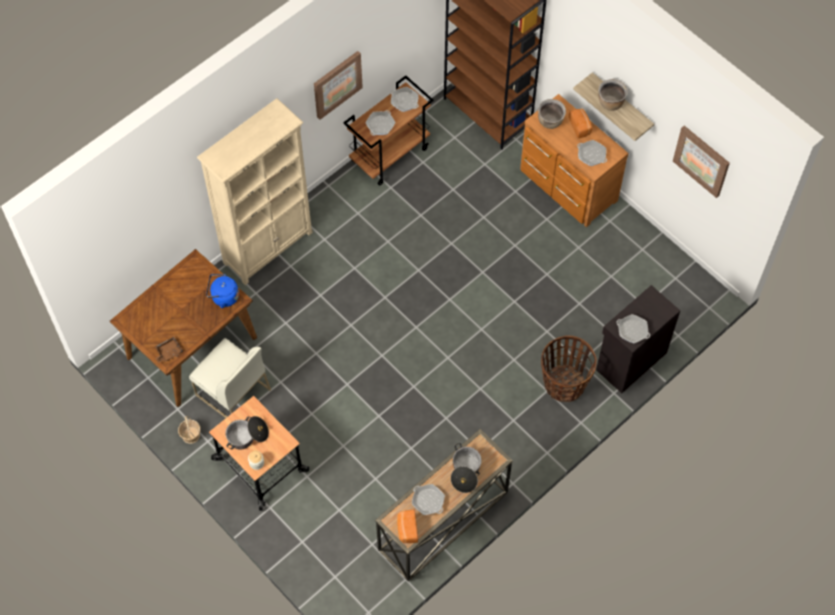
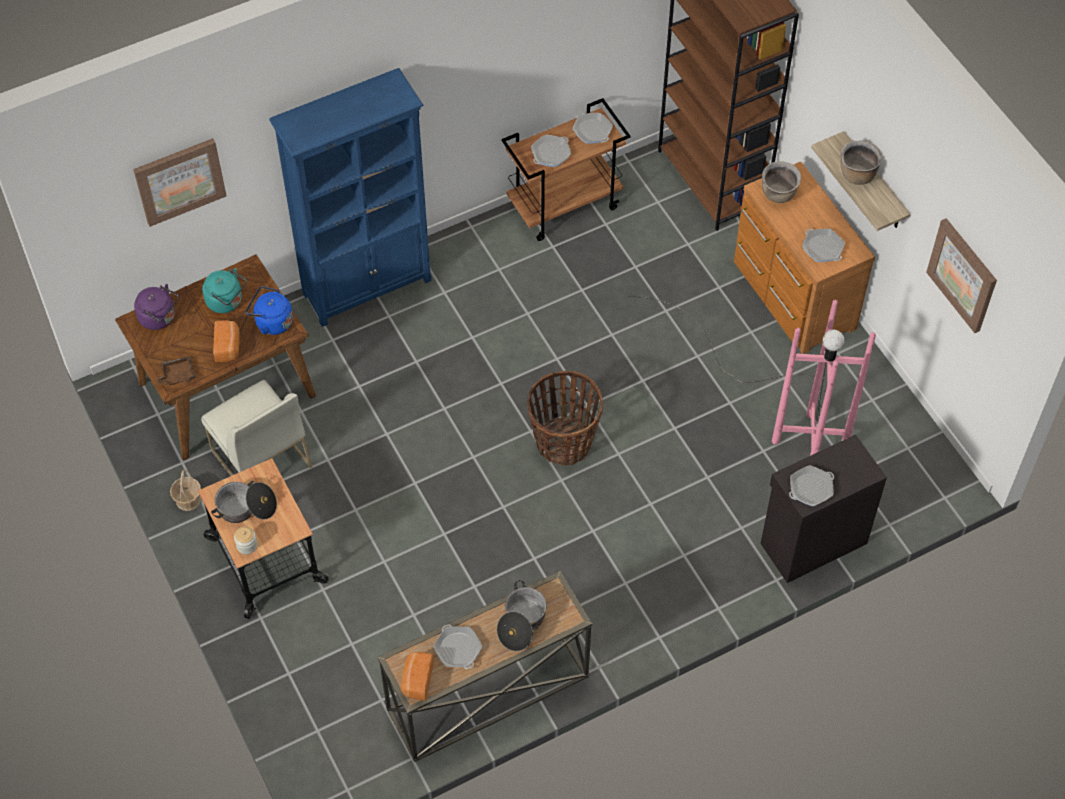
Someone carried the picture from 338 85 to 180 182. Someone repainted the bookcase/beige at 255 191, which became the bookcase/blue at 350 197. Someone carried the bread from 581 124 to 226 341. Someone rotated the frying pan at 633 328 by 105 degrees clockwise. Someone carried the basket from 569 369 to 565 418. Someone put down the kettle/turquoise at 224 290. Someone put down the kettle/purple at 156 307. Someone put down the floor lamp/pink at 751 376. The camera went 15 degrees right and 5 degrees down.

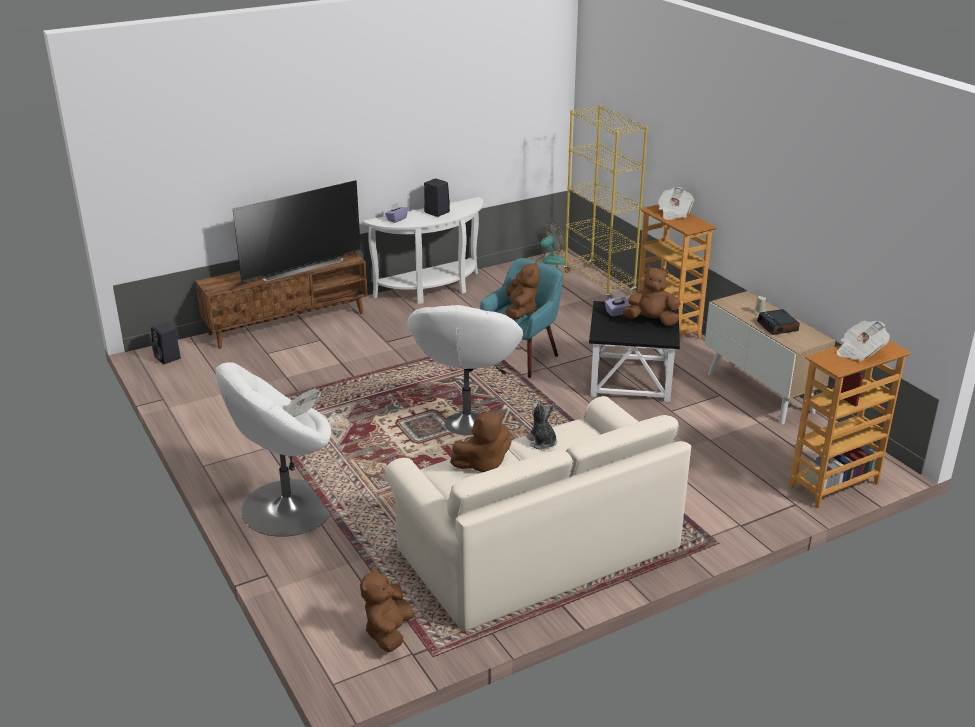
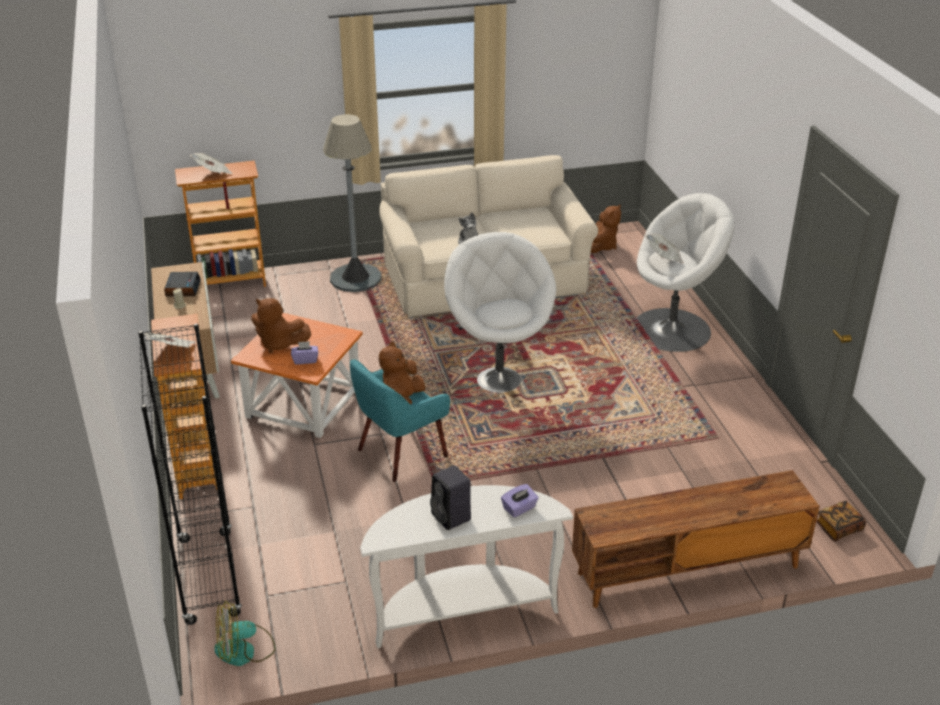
Someone repainted the bookcase/yellow at 606 202, which became the bookcase/black at 190 474. Someone took away the television at 297 231. Someone repainted the side table/black at 634 351, which became the side table/orange at 297 375. Someone rotated the armchair/white at 465 370 by 45 degrees counterclockwise. Someone swapped the speaker/black at 166 343 for the book at 841 521. Someone took away the plush toy/brown at 481 442. Someone put down the floor lamp/grey at 352 203. The camera went 165 degrees left and 5 degrees up.

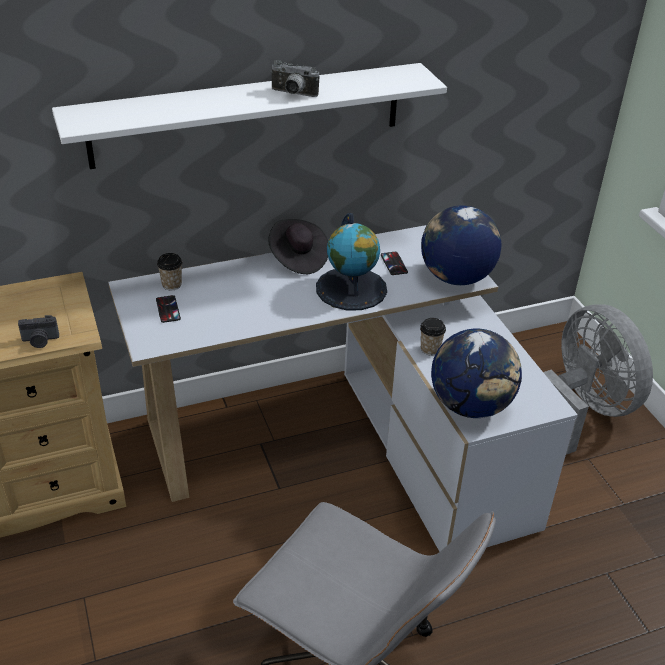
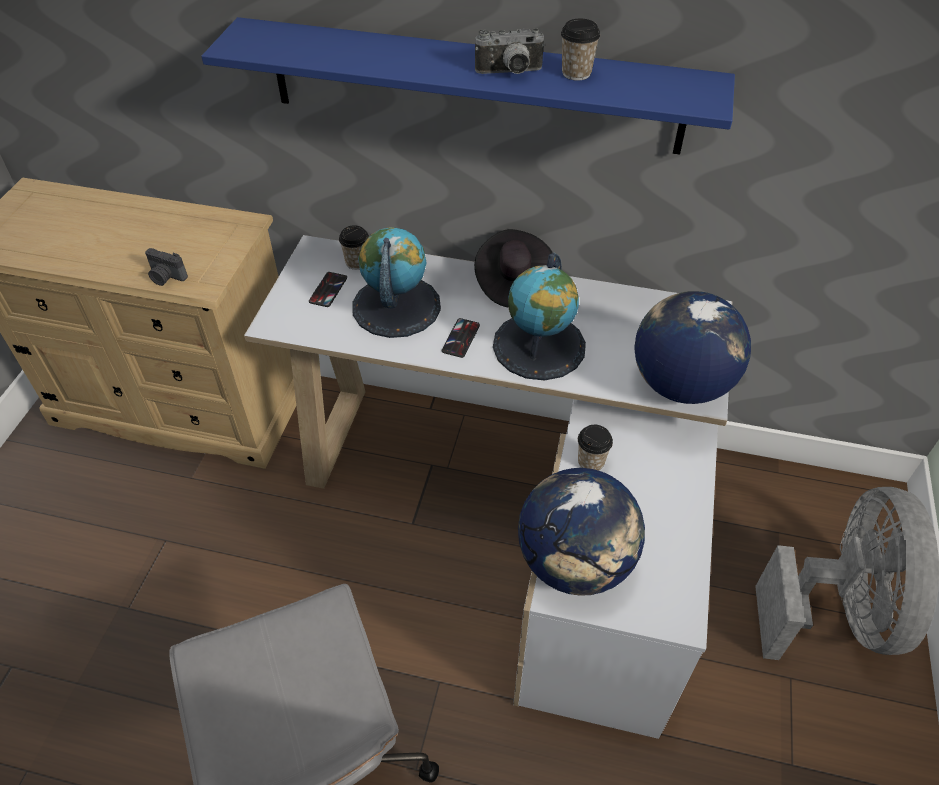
Someone rotated the photo camera at 295 78 by 60 degrees counterclockwise. Someone repainted the shelf/white at 249 116, which became the shelf/blue at 468 86. Someone carried the phone from 394 263 to 461 338. Someone put down the cup at 580 50. Someone put down the globe at 396 282. The camera went 35 degrees right and 10 degrees up.

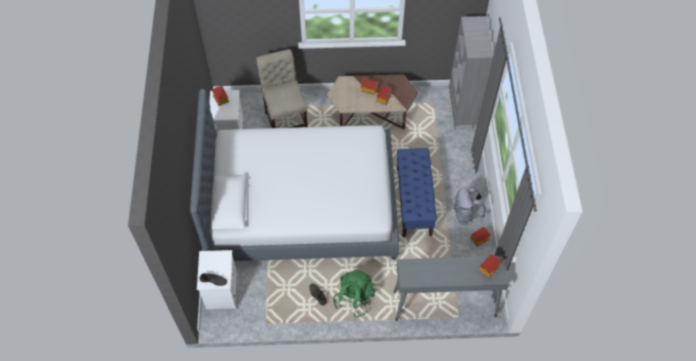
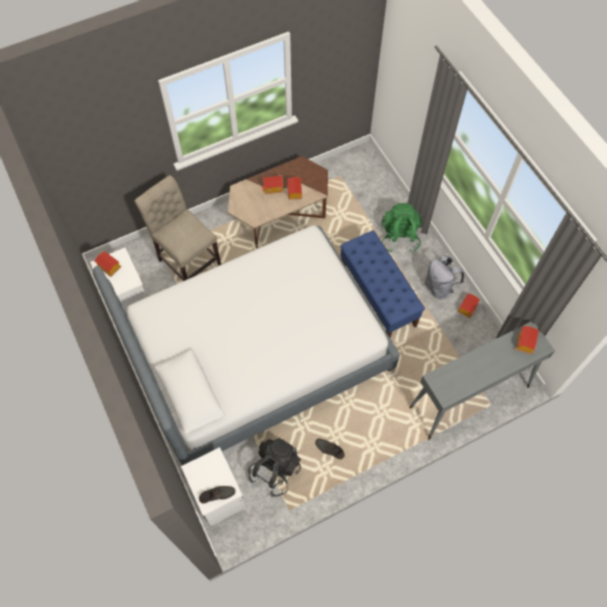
Someone took away the bookcase/grey at 471 72. Someone carried the backpack/green from 354 293 to 401 228. Someone put down the backpack/black at 274 467. The camera went 25 degrees left and 5 degrees up.

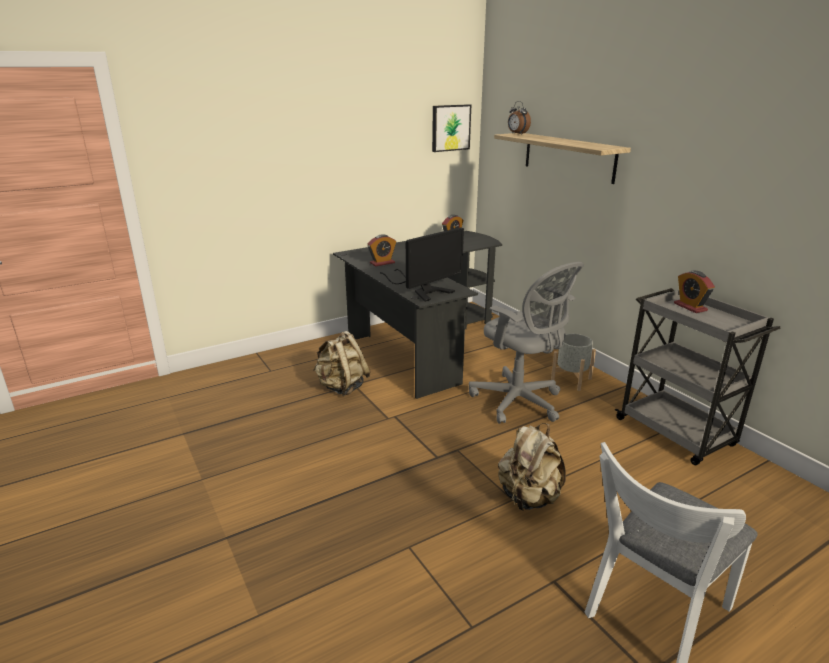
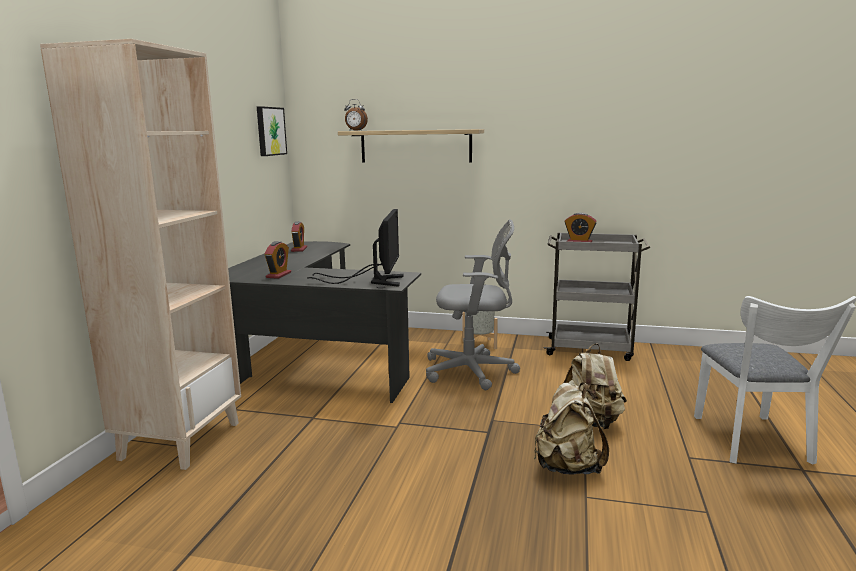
Someone carried the backpack/beige from 342 363 to 571 428. Someone put down the bookcase/beige at 140 254. The camera went 45 degrees left and 10 degrees down.

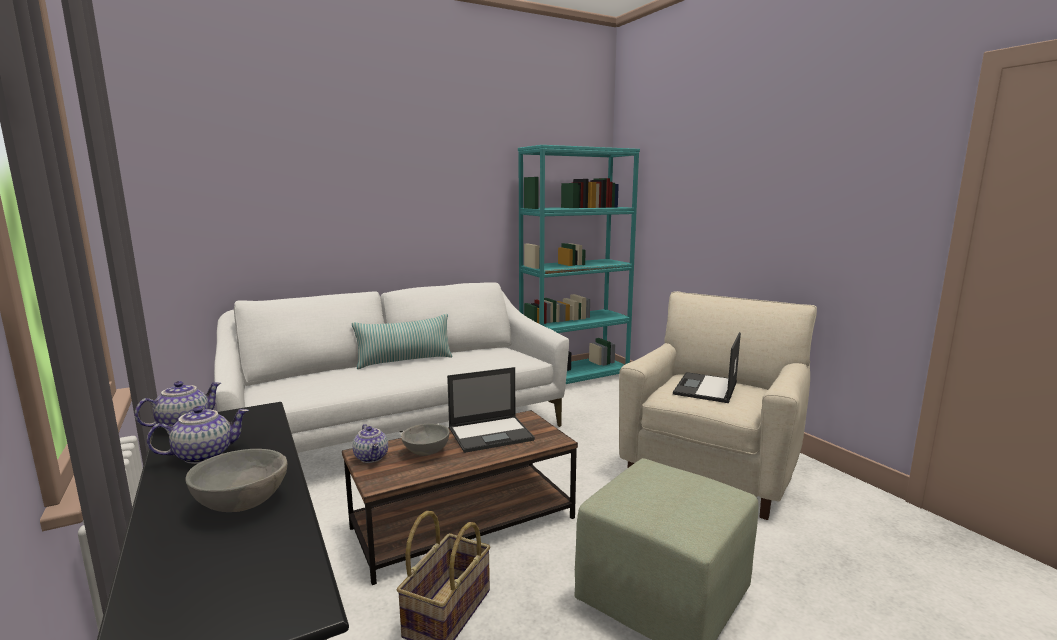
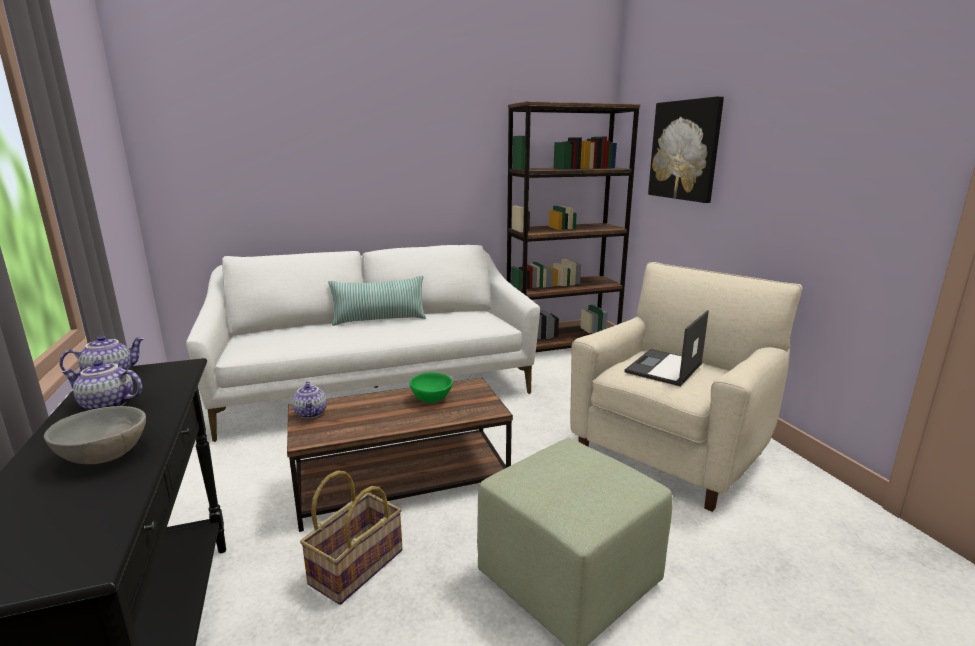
Someone repainted the bookcase/turquoise at 579 264, which became the bookcase/brown at 573 226. Someone swapped the laptop at 491 410 for the bowl/green at 431 387. Someone rotated the teapot at 198 435 by 150 degrees counterclockwise. Someone took away the bowl/grey at 425 440. Someone put up the picture at 686 149. The camera went 10 degrees right and 5 degrees up.

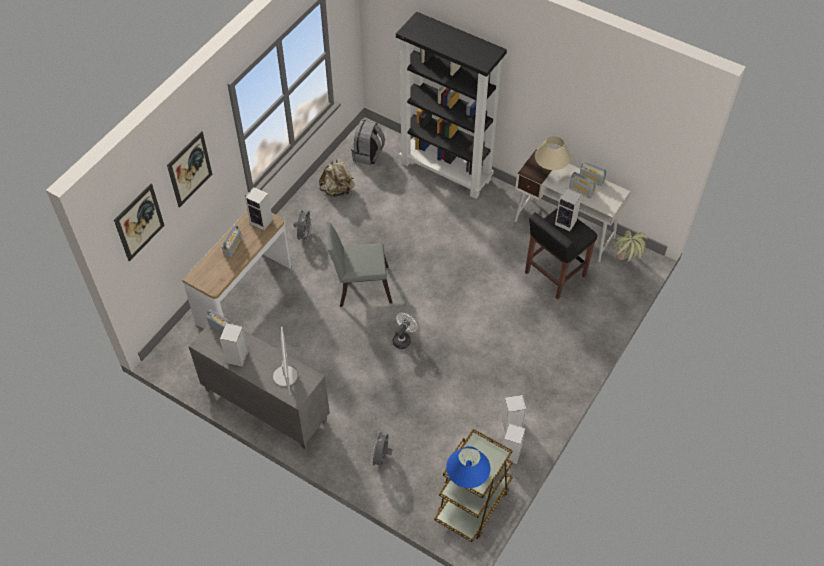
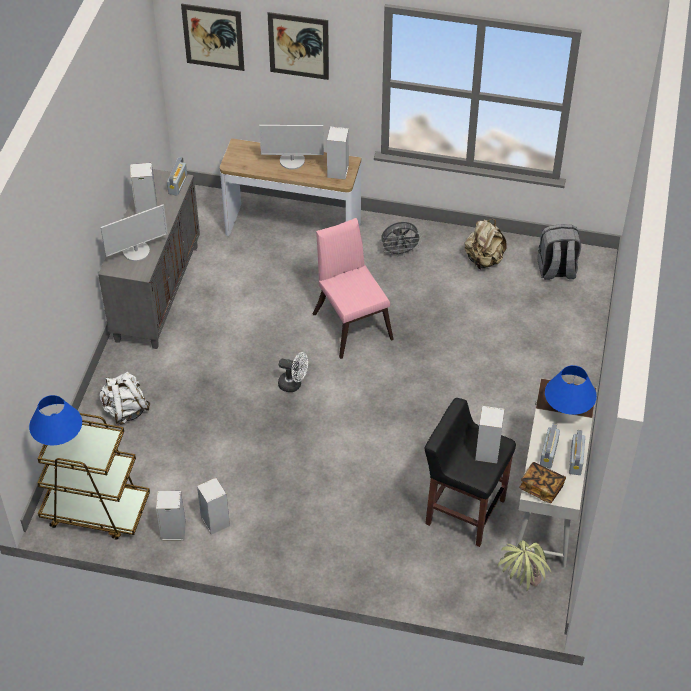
Someone took away the bookcase/black at 451 105. Someone repainted the table lamp/beige at 553 153, which became the table lamp/blue at 571 390. Someone repainted the chair/grey at 359 264, which became the chair/pink at 353 288. Someone swapped the radio at 232 241 for the monitor at 291 147. Someone swapped the fan/grey at 381 448 for the backpack/white at 124 398. Someone put down the book at 542 482. The camera went 70 degrees right and 5 degrees down.

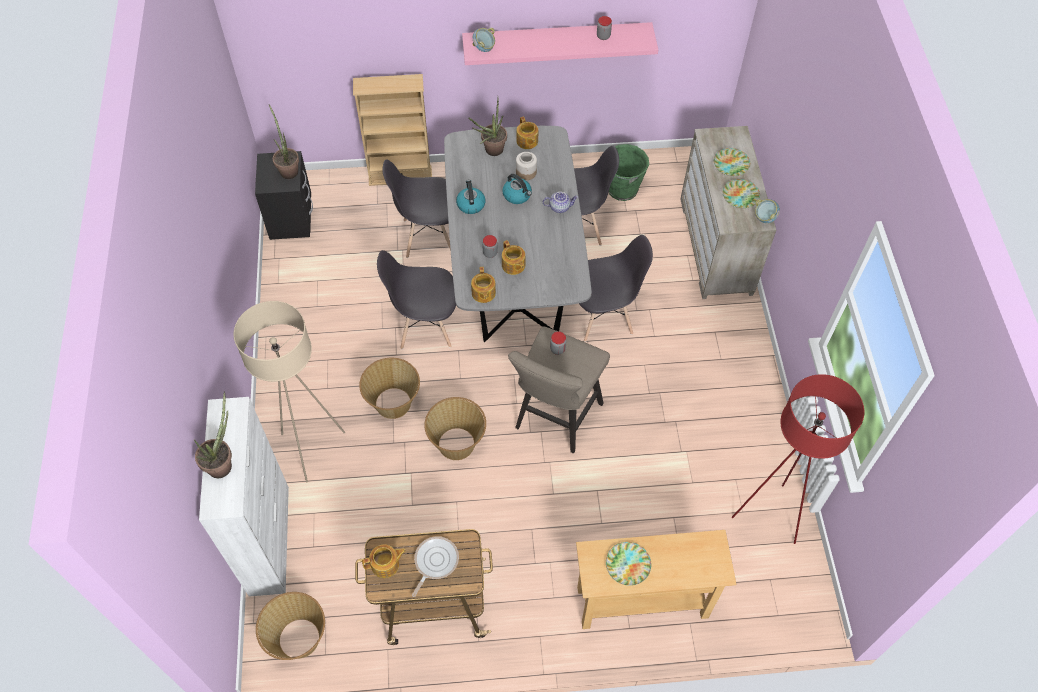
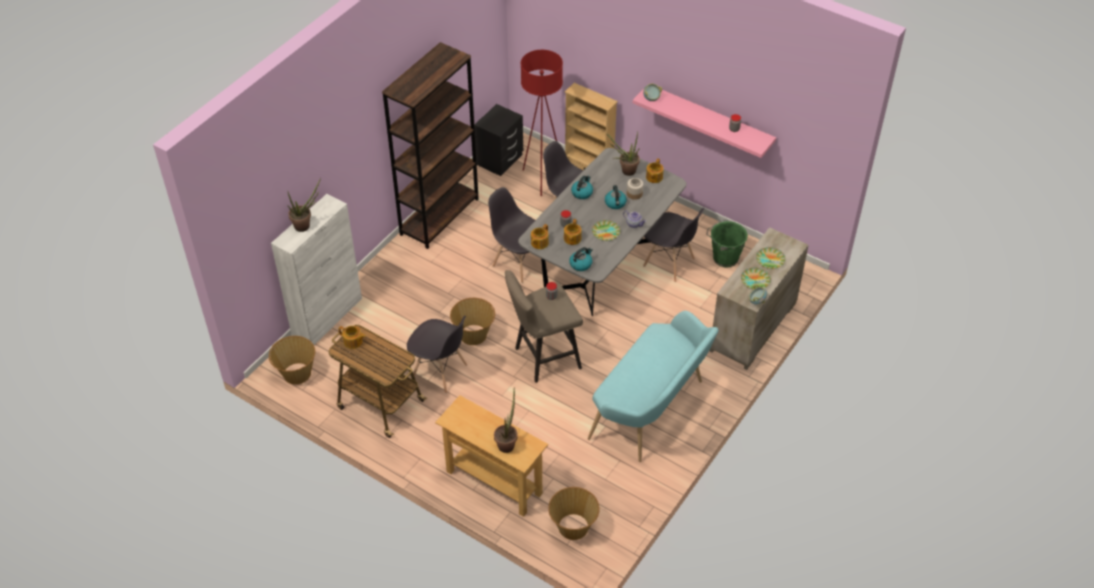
Someone carried the potted plant from 284 141 to 506 420. Someone carried the chair/grey from 616 288 to 437 355. Someone took away the floor lamp/beige at 289 391. Someone carried the basket from 389 388 to 574 513. Someone carried the floor lamp/red from 798 459 to 542 123. Someone took away the frying pan at 435 566. Someone carried the plate from 628 564 to 606 230. Someone put down the bookcase/brown at 430 145. Someone put down the kettle at 581 259. Someone put down the bench/turquoise at 653 386. The camera went 40 degrees right and 10 degrees down.

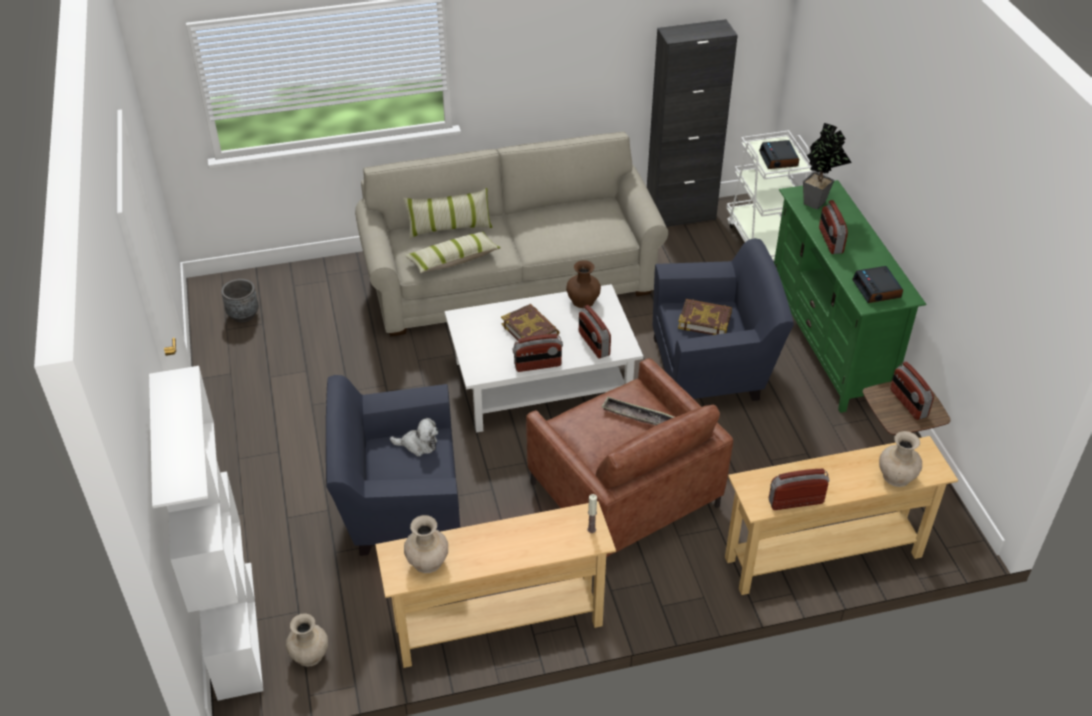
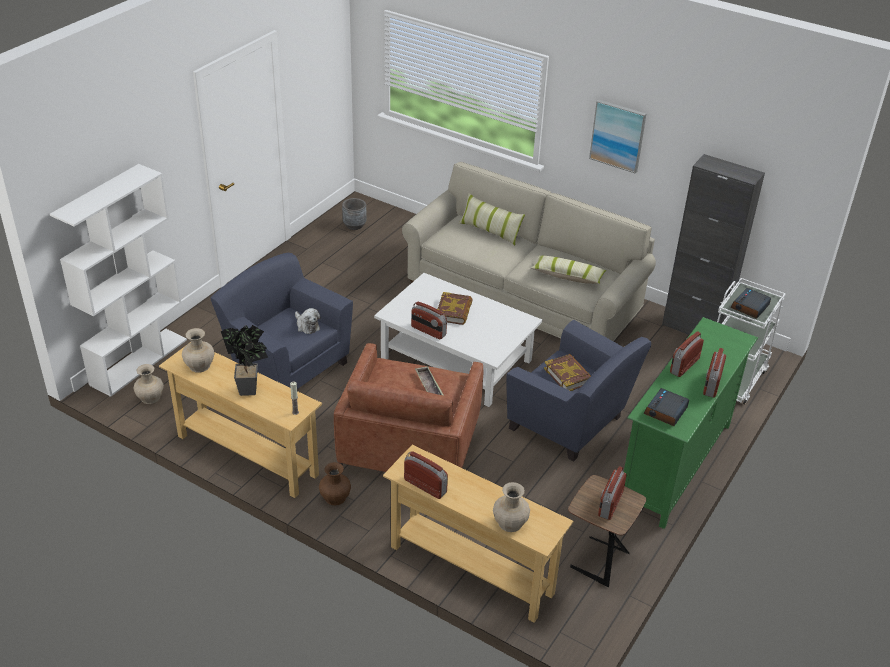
Someone carried the potted plant from 827 166 to 244 360. Someone carried the pillow from 452 252 to 568 269. Someone carried the vase/brown from 583 284 to 335 483. Someone carried the radio from 595 331 to 714 373. Someone put up the picture at 617 136. The camera went 45 degrees right and 5 degrees down.

